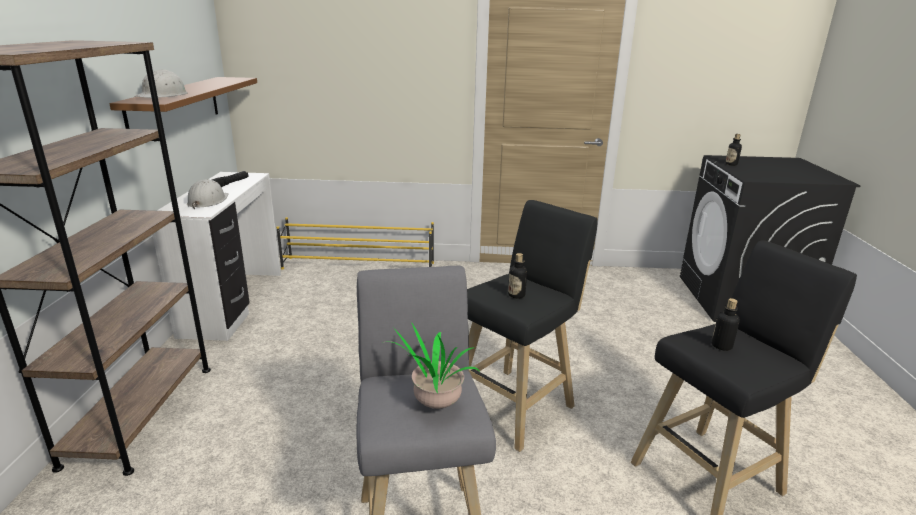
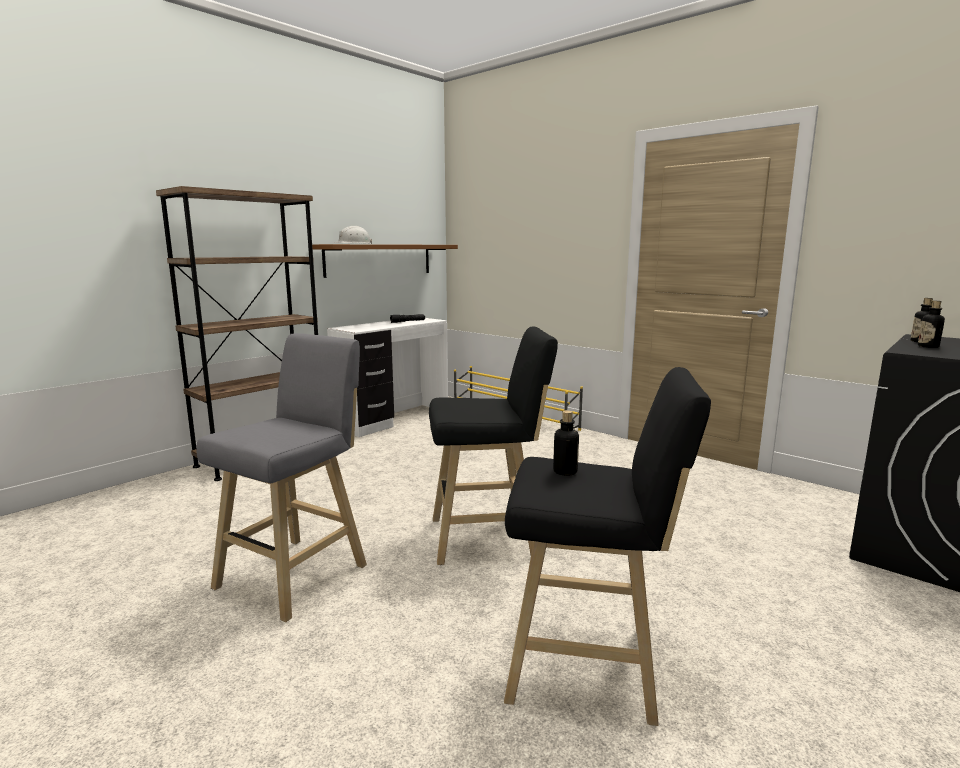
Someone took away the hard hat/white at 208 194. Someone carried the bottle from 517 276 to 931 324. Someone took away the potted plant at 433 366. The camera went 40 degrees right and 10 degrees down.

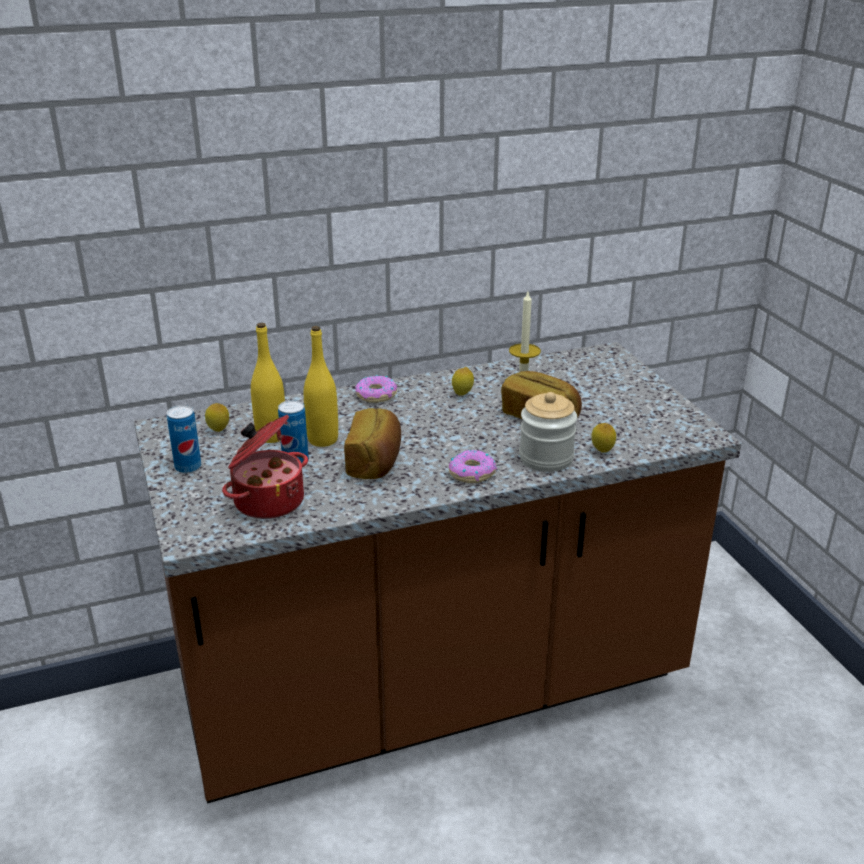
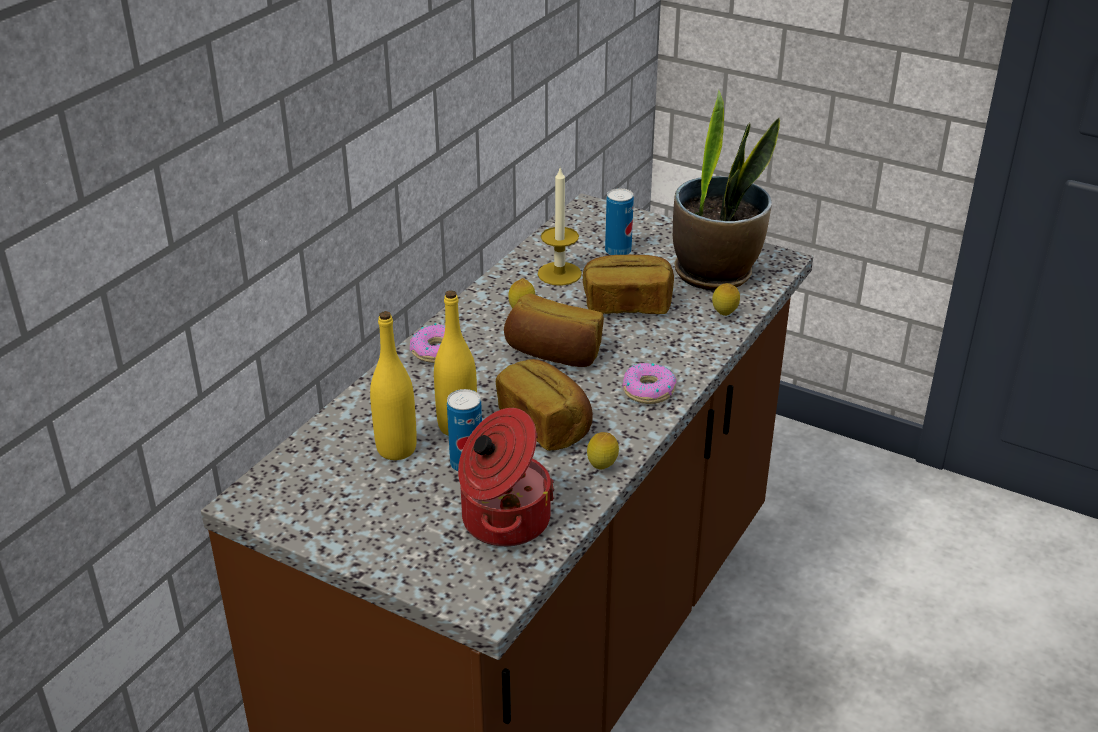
Someone took away the jar at 548 432. Someone carried the lemon from 217 417 to 603 451. Someone carried the can from 184 439 to 619 221. Someone put down the potted plant at 726 190. Someone put down the bread at 554 330. The camera went 40 degrees left and 5 degrees up.

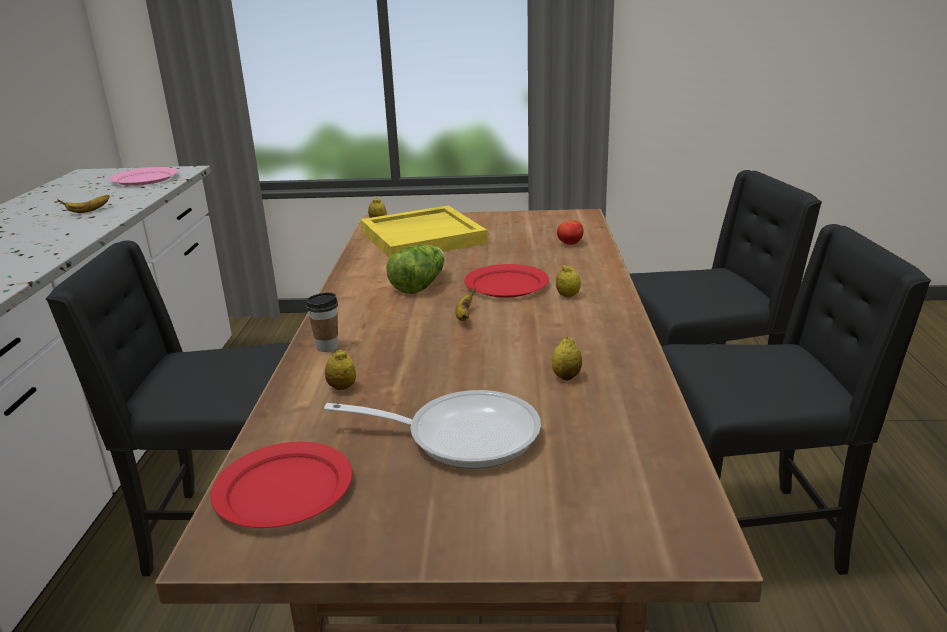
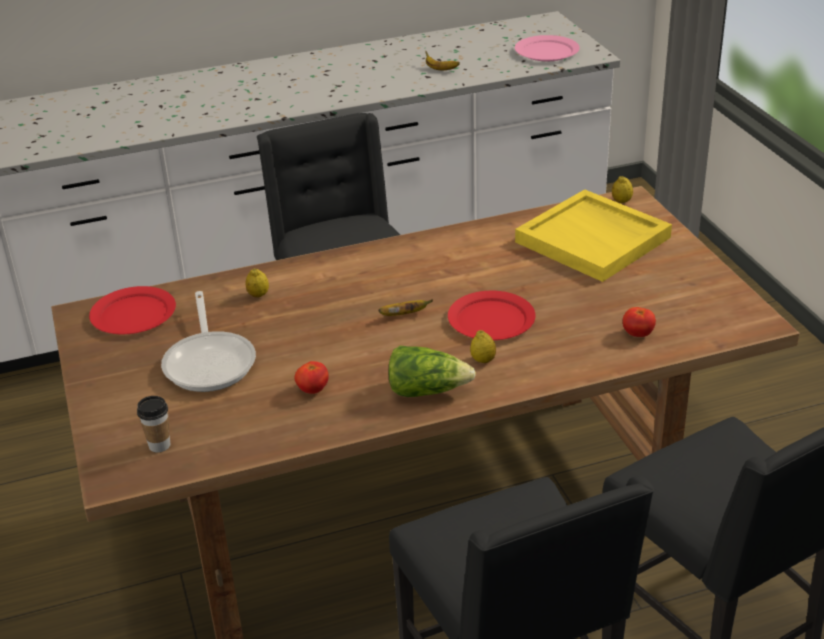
Someone carried the lettuce from 415 269 to 432 371. Someone carried the cup from 322 322 to 153 424. Someone swapped the lemon at 567 359 for the tomato at 312 377. The camera went 70 degrees right and 10 degrees up.

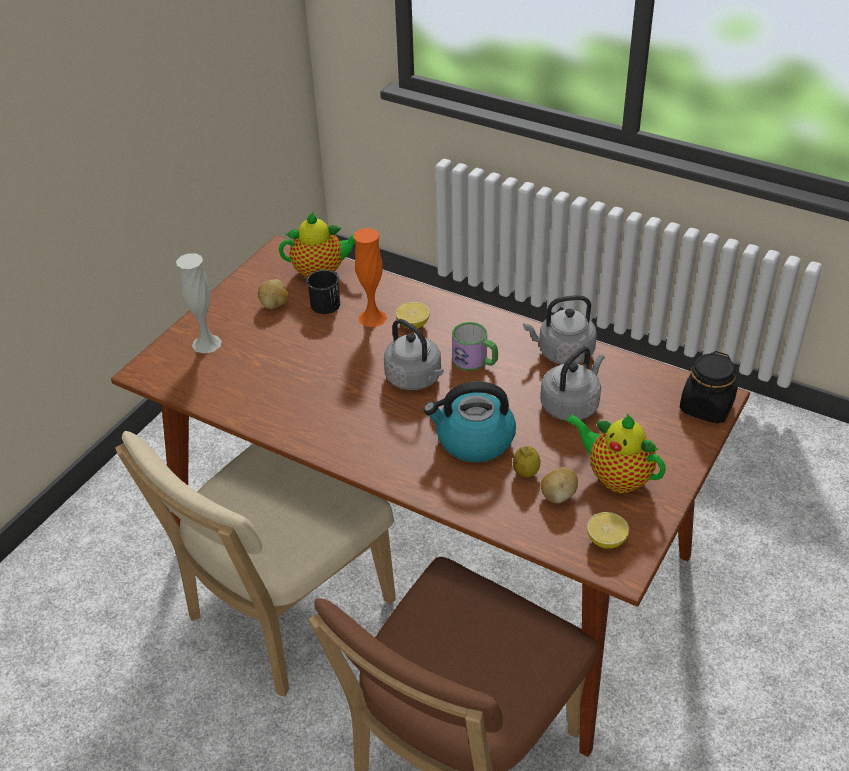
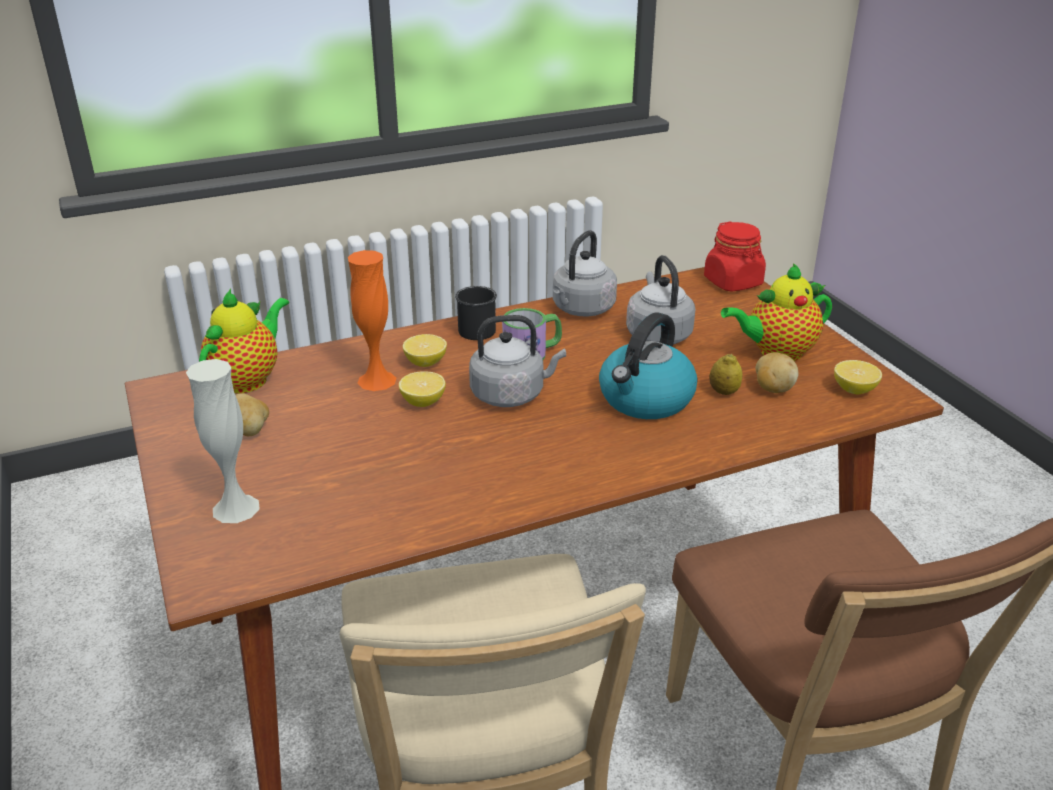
Someone carried the mug/black from 323 292 to 476 313. Someone repainted the jar/black at 709 387, which became the jar/red at 735 256. Someone put down the lemon at 422 389. The camera went 55 degrees left and 10 degrees down.

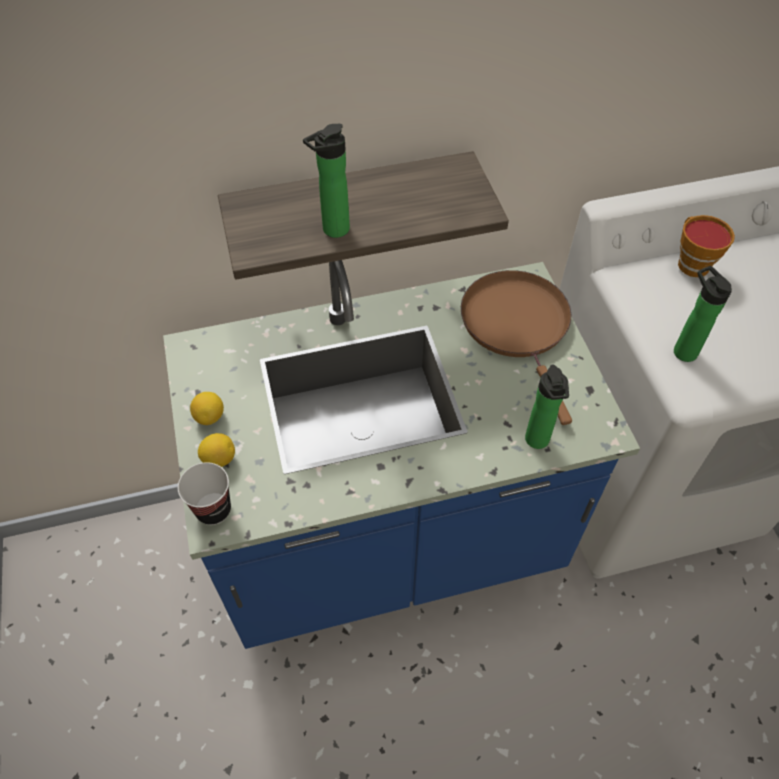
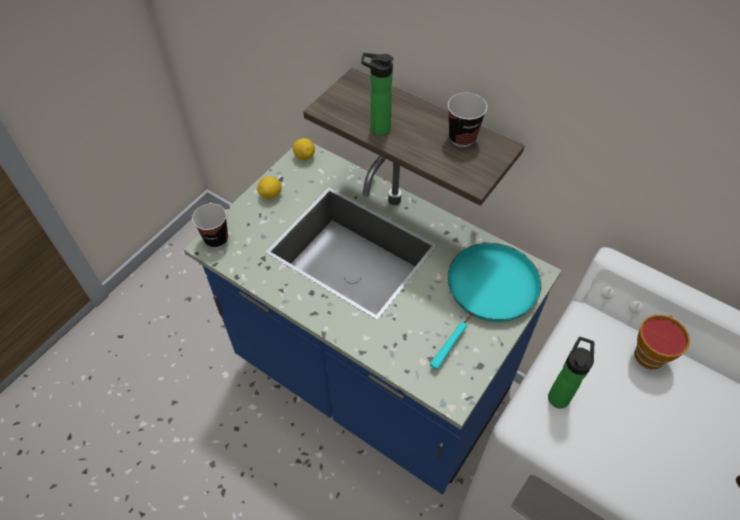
Someone repainted the frying pan/brown at 516 347, which became the frying pan/turquoise at 485 306. Someone took away the bottle at 547 407. Someone carried the lemon from 216 450 to 304 149. Someone put down the cup at 467 120. The camera went 50 degrees right and 0 degrees up.

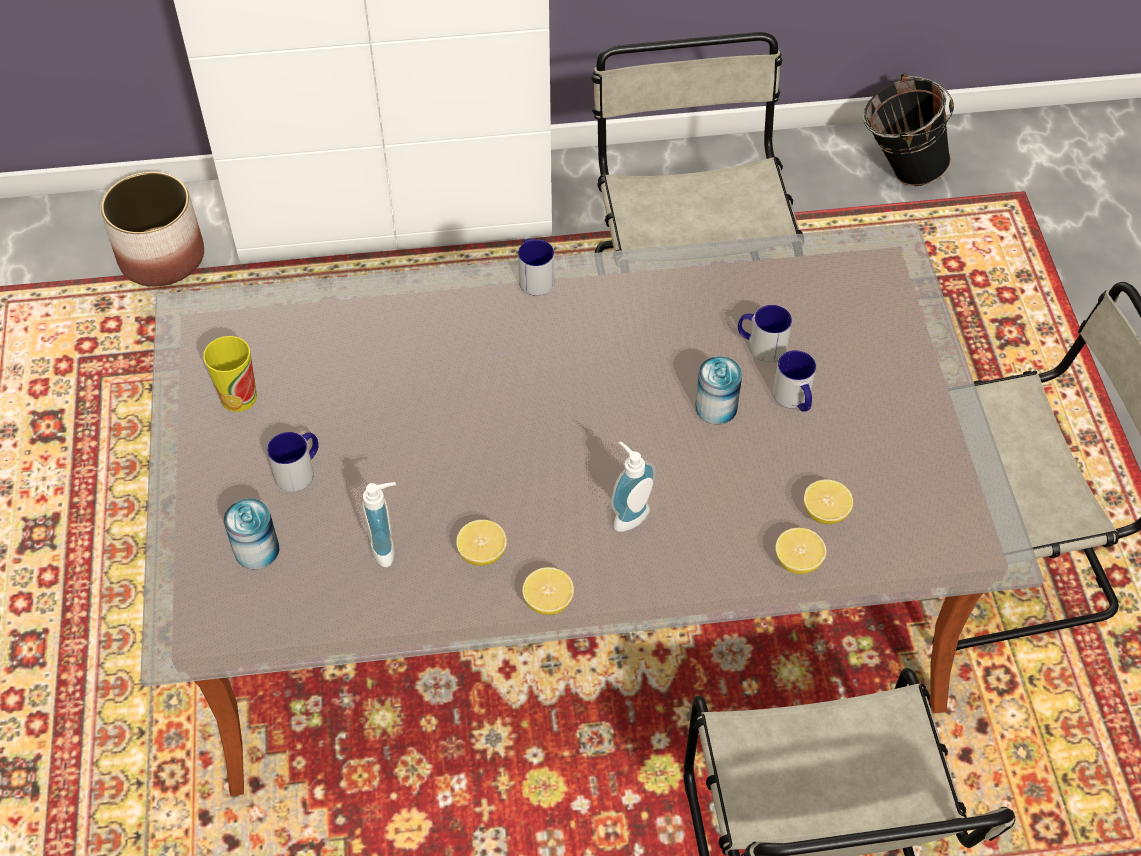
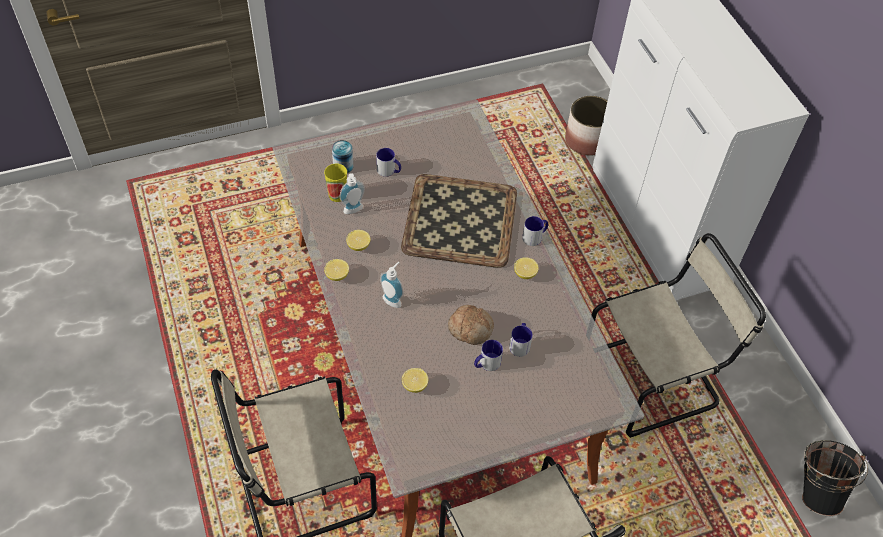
Someone carried the cup from 230 374 to 335 183. Someone swapped the can at 718 390 for the bread at 471 325. Someone carried the lemon from 801 551 to 526 268. Someone put down the tray at 459 221. The camera went 75 degrees right and 0 degrees up.

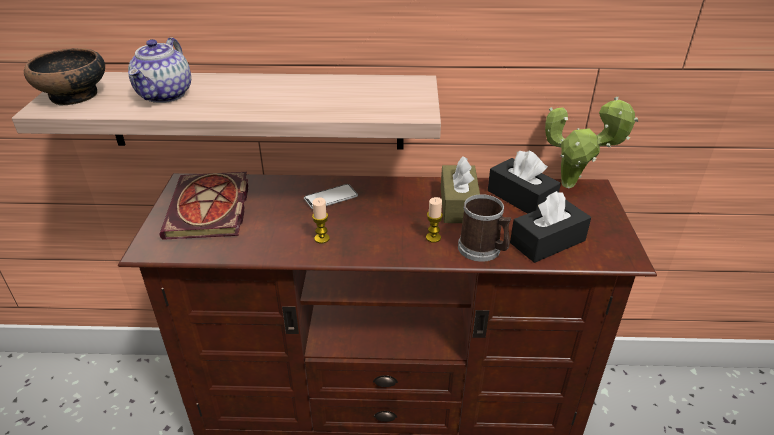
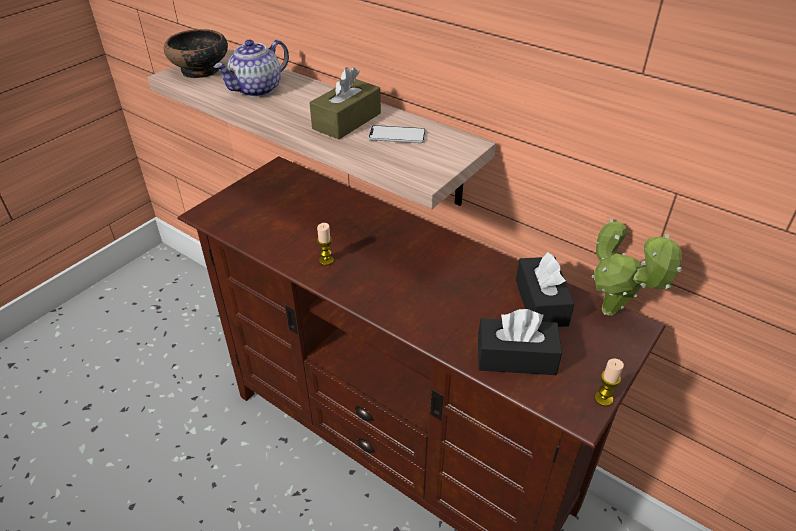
Someone carried the tissue box/brown from 460 189 to 345 103. Someone took away the book at 203 206. Someone carried the phone from 331 196 to 397 134. Someone took away the mug at 484 228. Someone carried the candle from 434 220 to 609 383. The camera went 35 degrees right and 5 degrees up.

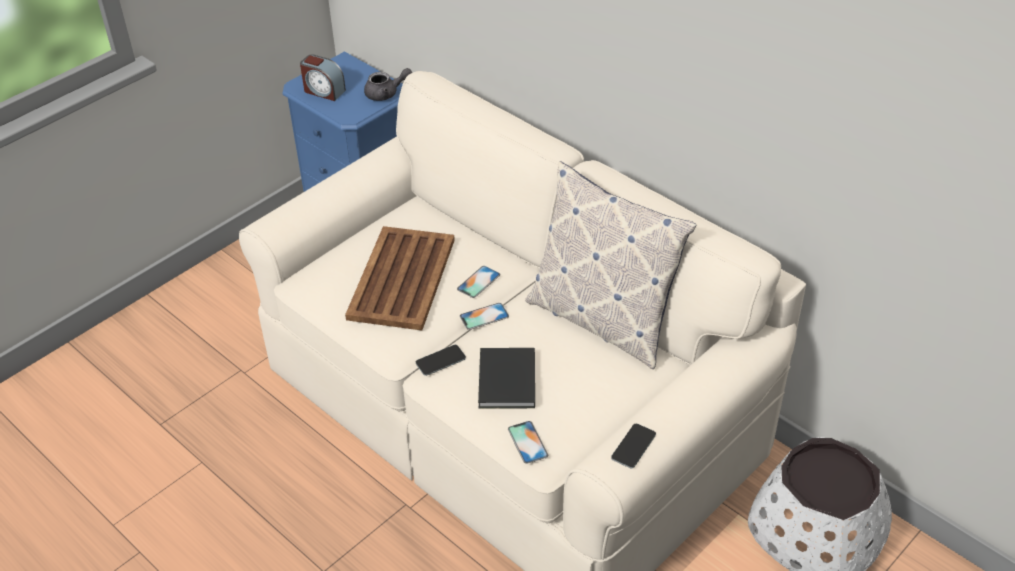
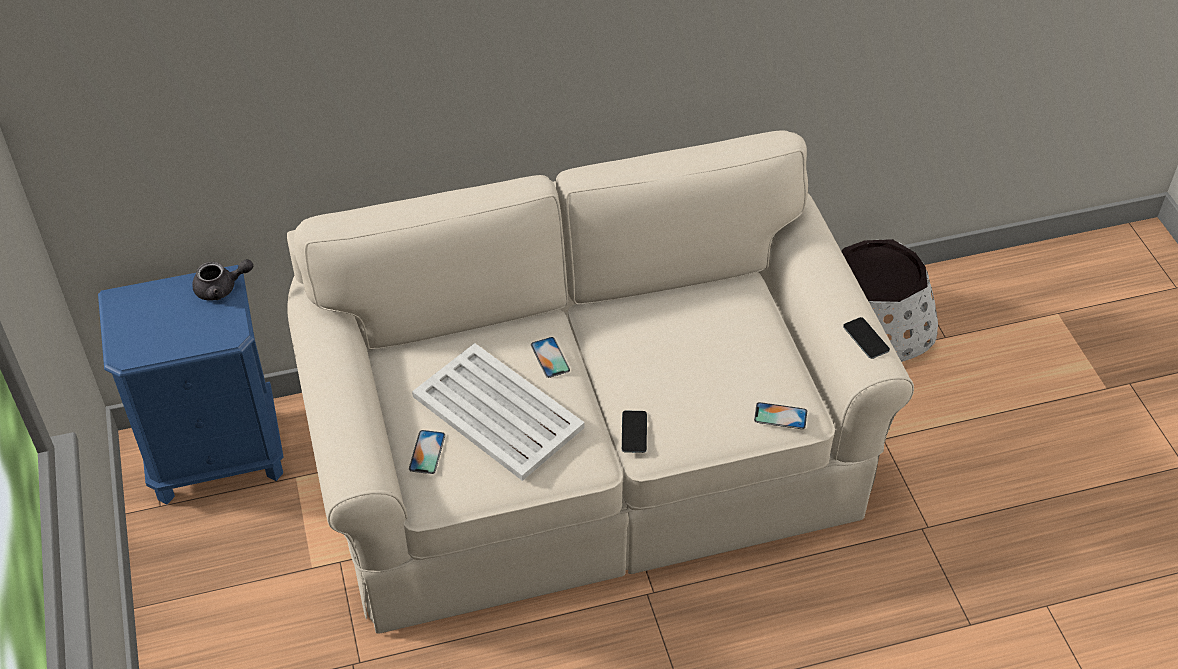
Someone took away the alarm clock at 323 77. Someone rotated the teapot/grey at 388 84 by 60 degrees clockwise. Someone took away the pillow at 610 265. Someone repainted the tray/brown at 400 278, which became the tray/white at 498 412. Someone carried the phone from 484 316 to 427 452. Someone took away the book/black at 506 378. The camera went 60 degrees left and 5 degrees up.

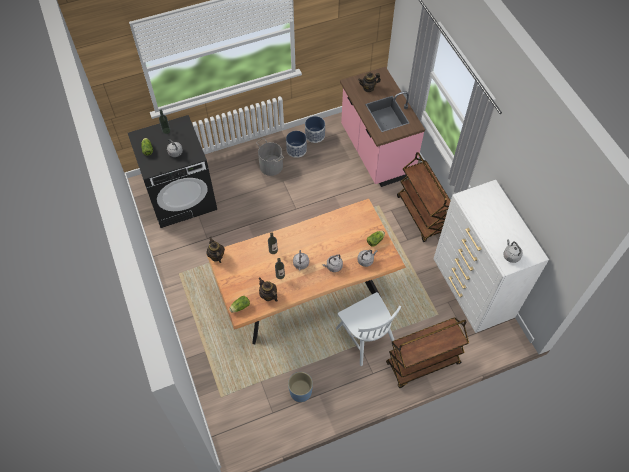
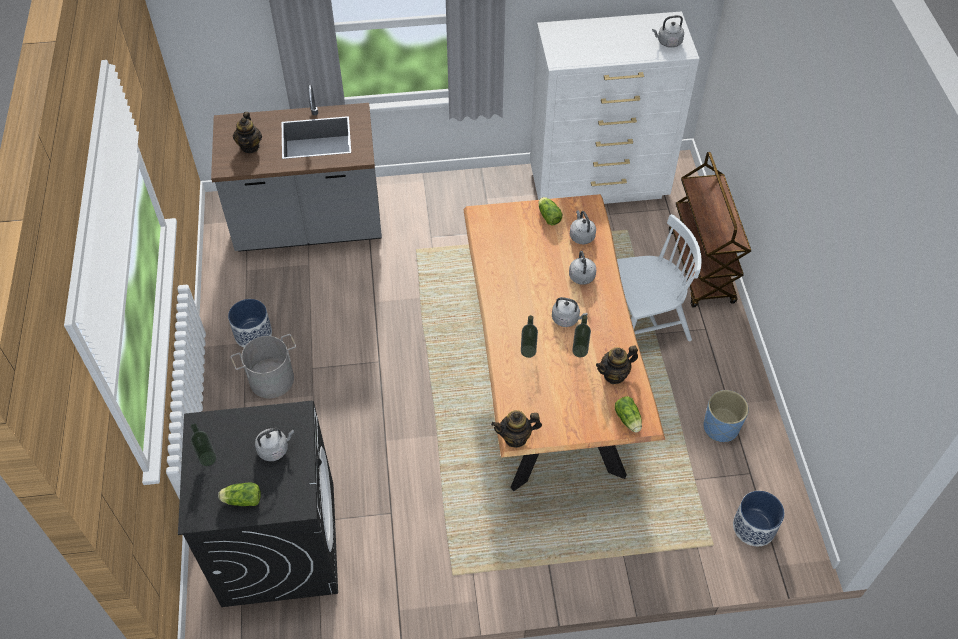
Someone repainted the counter/pink at 382 127, which became the counter/grey at 296 168. Someone carried the planter from 315 129 to 759 518. Someone took away the cart/brown at 424 197. The camera went 75 degrees left and 5 degrees down.

